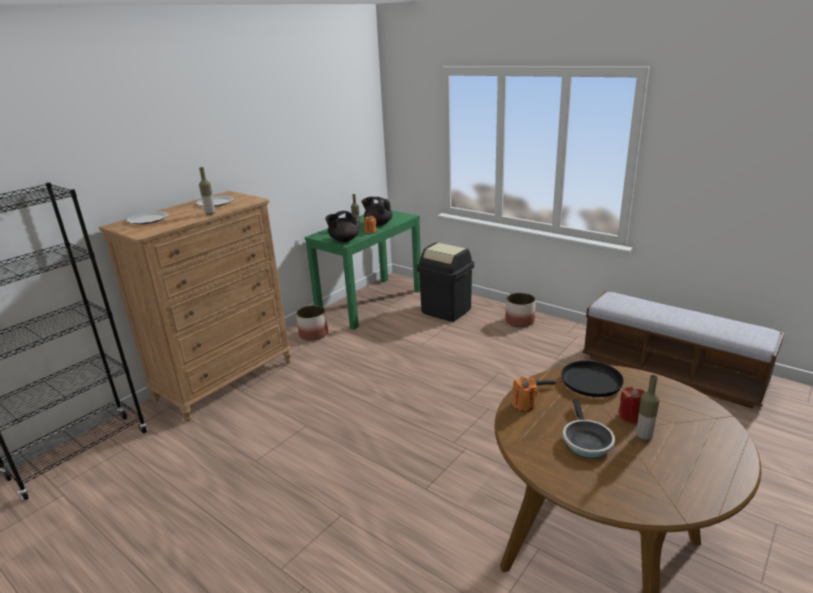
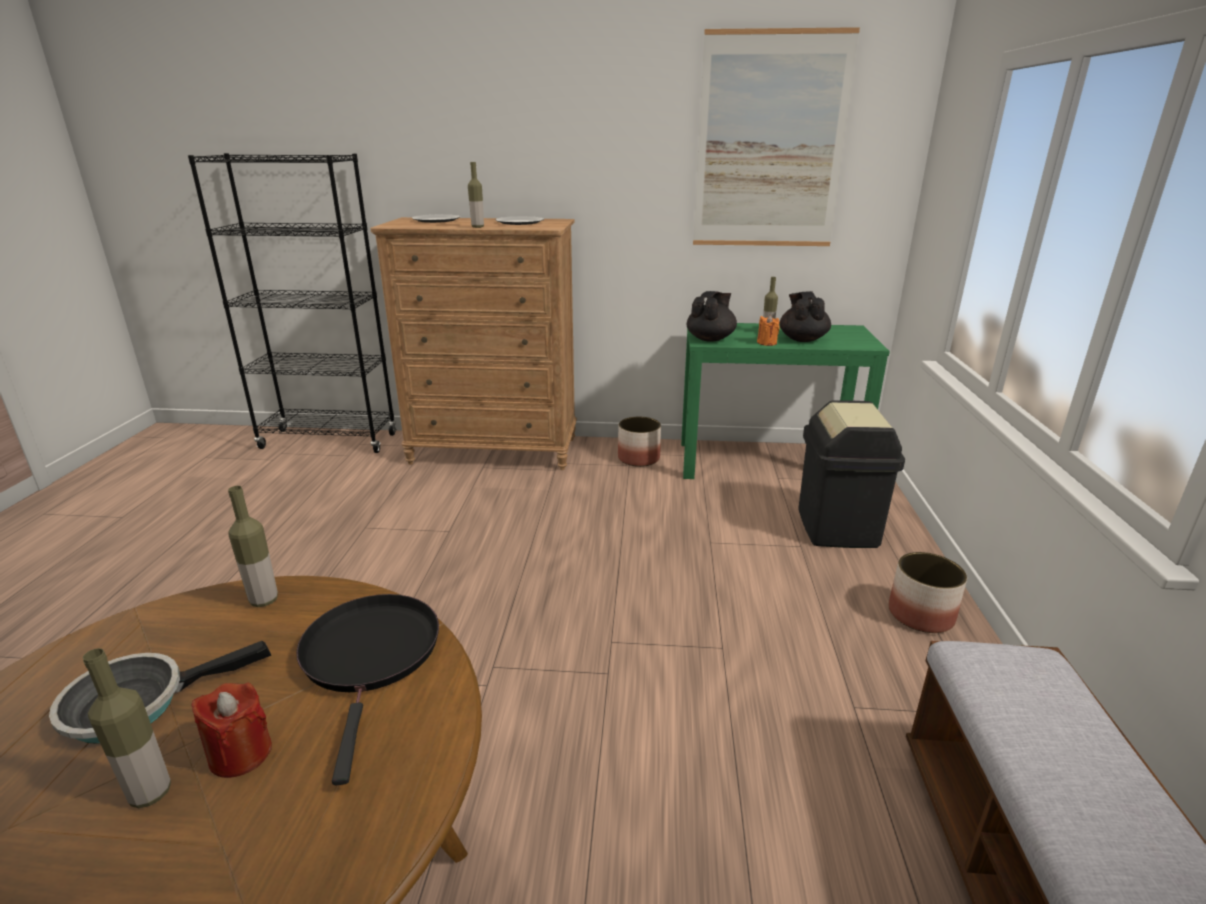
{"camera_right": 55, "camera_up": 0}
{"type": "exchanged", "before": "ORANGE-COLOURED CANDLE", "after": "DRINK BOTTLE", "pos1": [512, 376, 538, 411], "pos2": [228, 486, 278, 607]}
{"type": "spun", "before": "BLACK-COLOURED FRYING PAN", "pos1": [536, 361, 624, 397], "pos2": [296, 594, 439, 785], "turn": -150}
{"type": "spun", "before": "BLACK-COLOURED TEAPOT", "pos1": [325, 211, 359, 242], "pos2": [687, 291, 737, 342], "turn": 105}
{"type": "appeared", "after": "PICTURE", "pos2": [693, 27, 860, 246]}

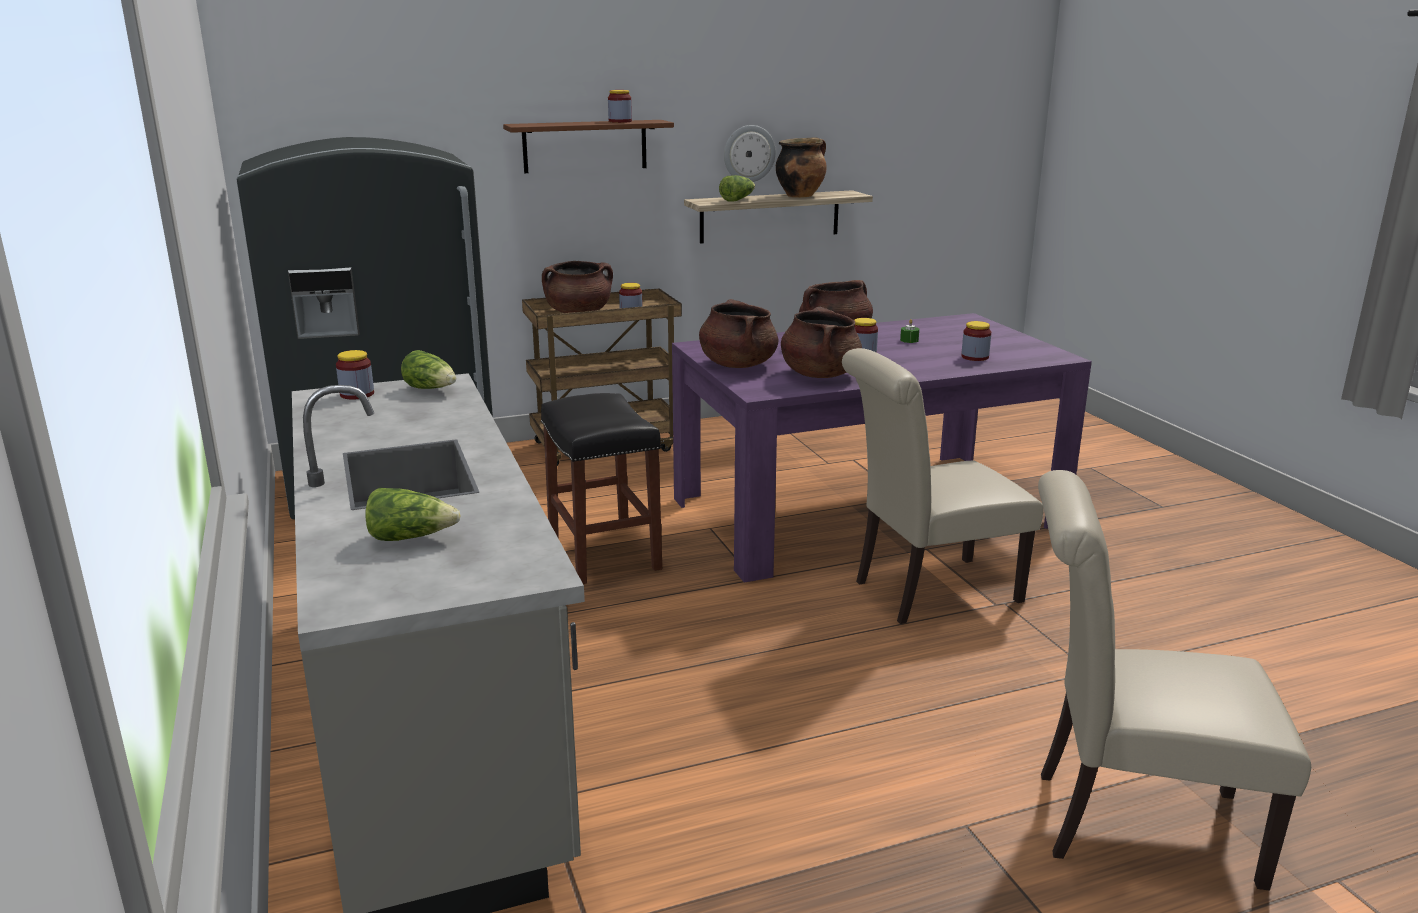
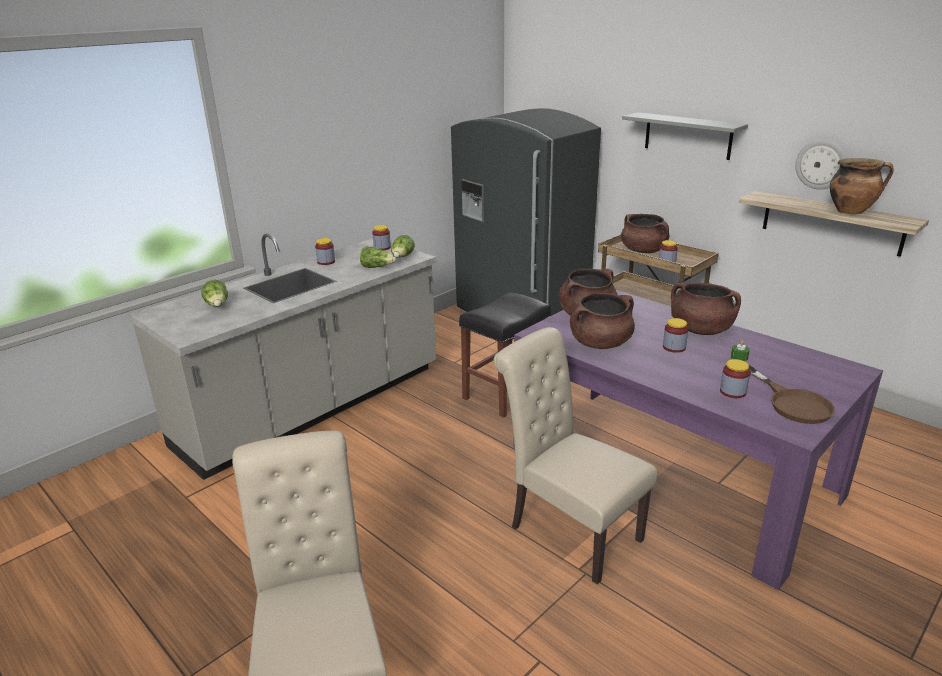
{"camera_right": 65, "camera_up": 5}
{"type": "relocated", "before": "PRESERVE JAR", "pos1": [608, 90, 632, 123], "pos2": [315, 238, 335, 265]}
{"type": "relocated", "before": "LETTUCE", "pos1": [719, 175, 755, 202], "pos2": [360, 247, 396, 268]}
{"type": "colour", "before": "BROWNISH BRACKET SHELF", "after": "GREYISH BRACKET SHELF", "pos1": [503, 120, 674, 173], "pos2": [622, 112, 748, 160]}
{"type": "appeared", "after": "BROWNISH FRYING PAN", "pos2": [749, 365, 835, 424]}

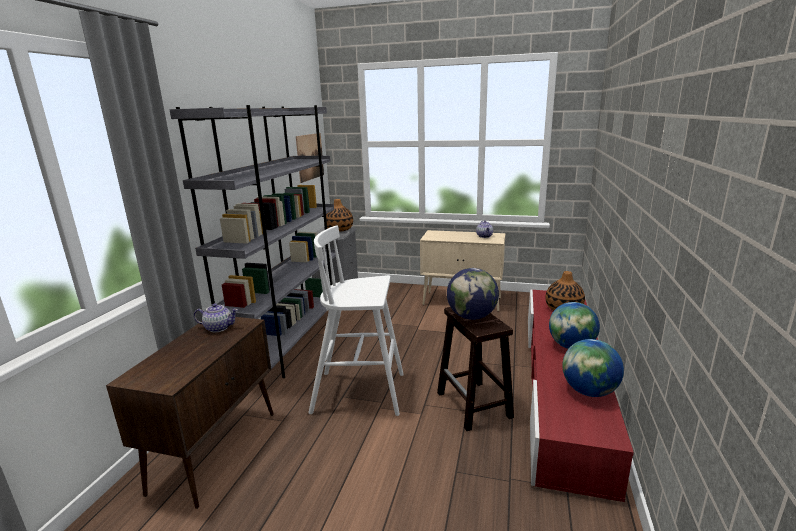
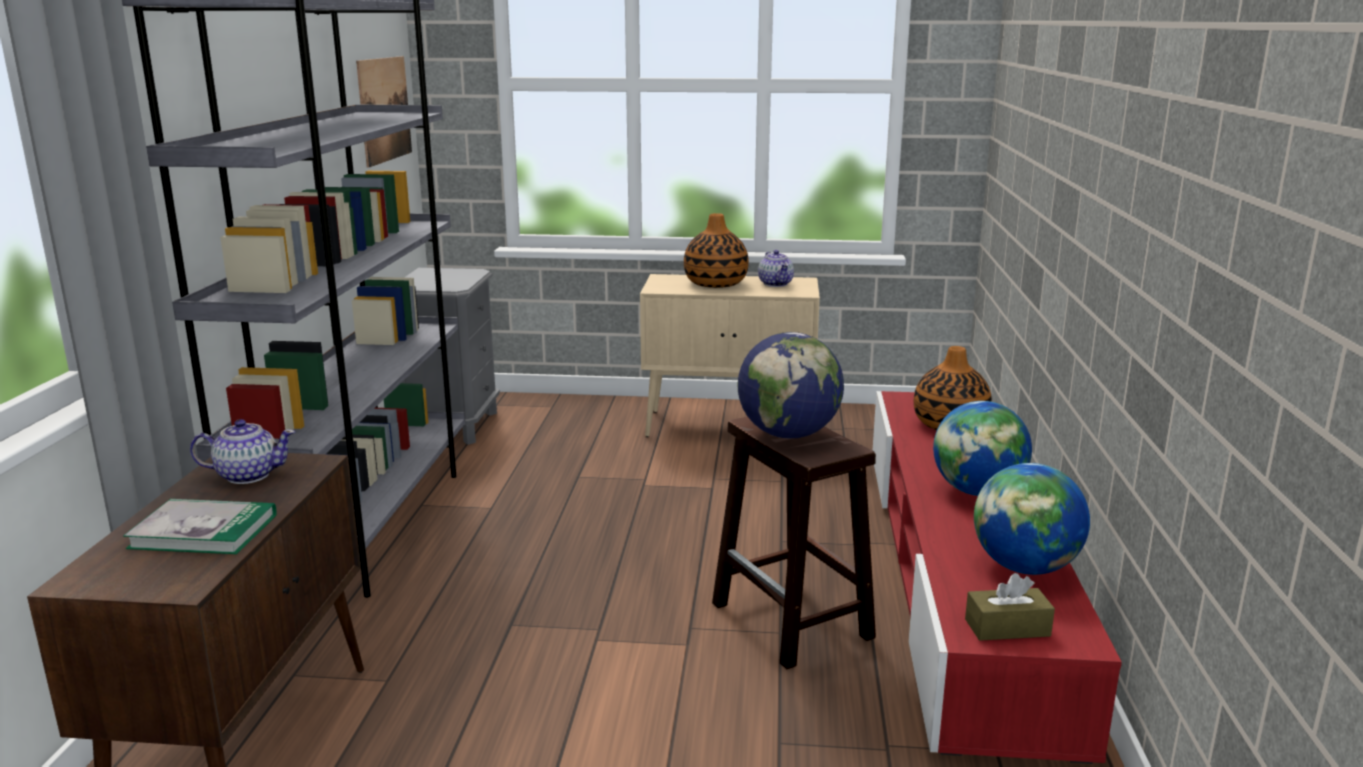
{"camera_right": -10, "camera_up": 0}
{"type": "appeared", "after": "BOUND BOOK", "pos2": [123, 499, 277, 554]}
{"type": "relocated", "before": "VASE", "pos1": [326, 199, 353, 232], "pos2": [684, 213, 749, 288]}
{"type": "appeared", "after": "BROWNISH TISSUE BOX", "pos2": [965, 573, 1055, 641]}
{"type": "missing", "before": "WHITE-COLOURED SITTING STOOL", "pos1": [308, 226, 404, 416]}

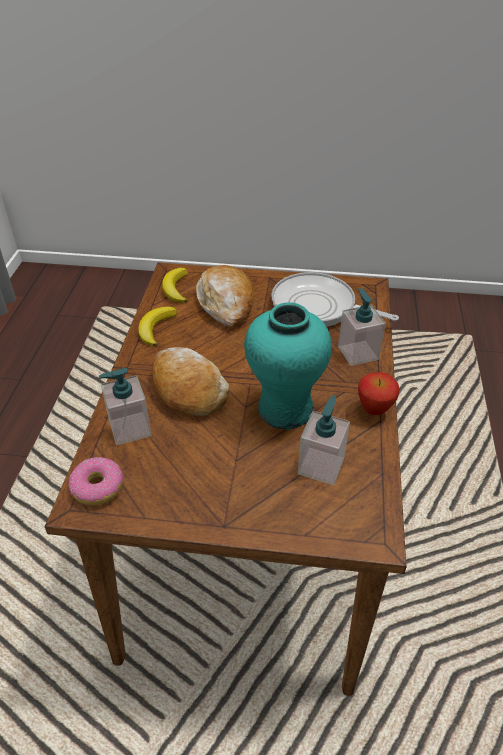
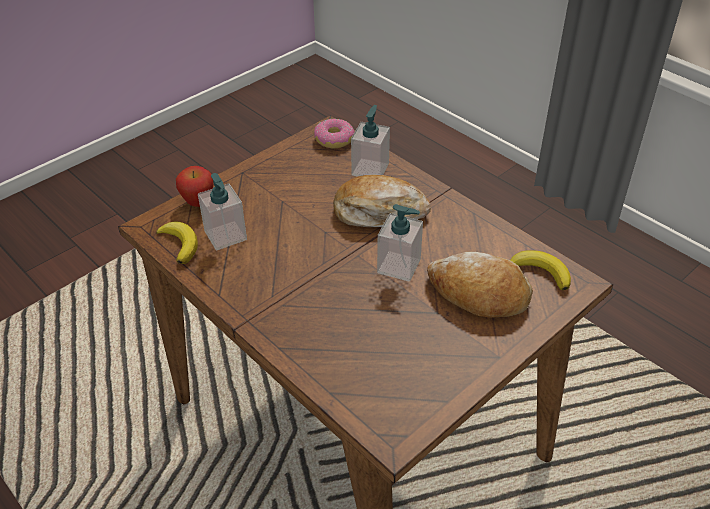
{"camera_right": 130, "camera_up": 0}
{"type": "relocated", "before": "WHOLE BANANA", "pos1": [138, 307, 177, 347], "pos2": [156, 221, 198, 264]}
{"type": "relocated", "before": "WHOLE APPLE", "pos1": [358, 372, 399, 415], "pos2": [176, 166, 213, 207]}
{"type": "relocated", "before": "SOAP BOTTLE", "pos1": [338, 288, 386, 366], "pos2": [377, 204, 423, 282]}
{"type": "missing", "before": "BLUE-GREEN VASE", "pos1": [244, 302, 332, 430]}
{"type": "missing", "before": "FRYING PAN", "pos1": [271, 272, 399, 327]}

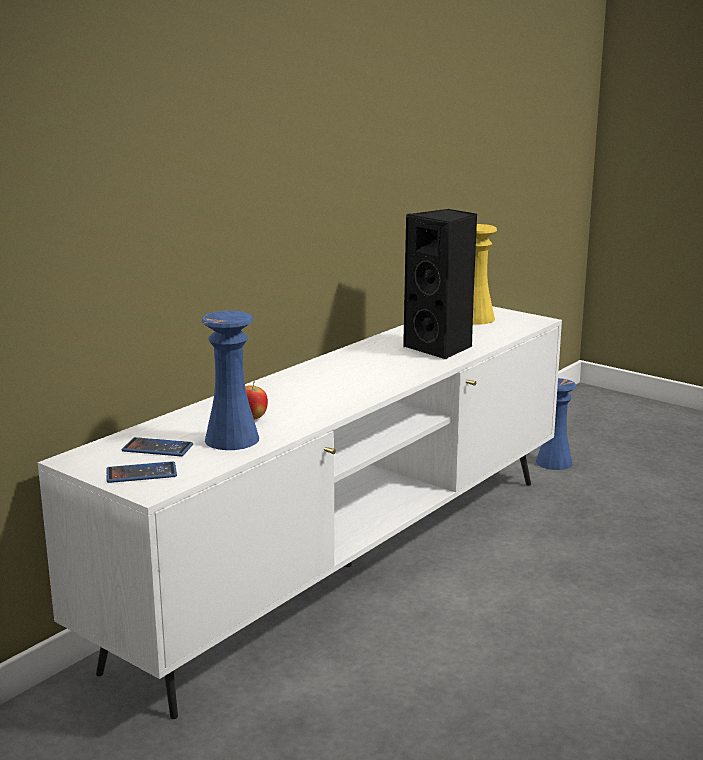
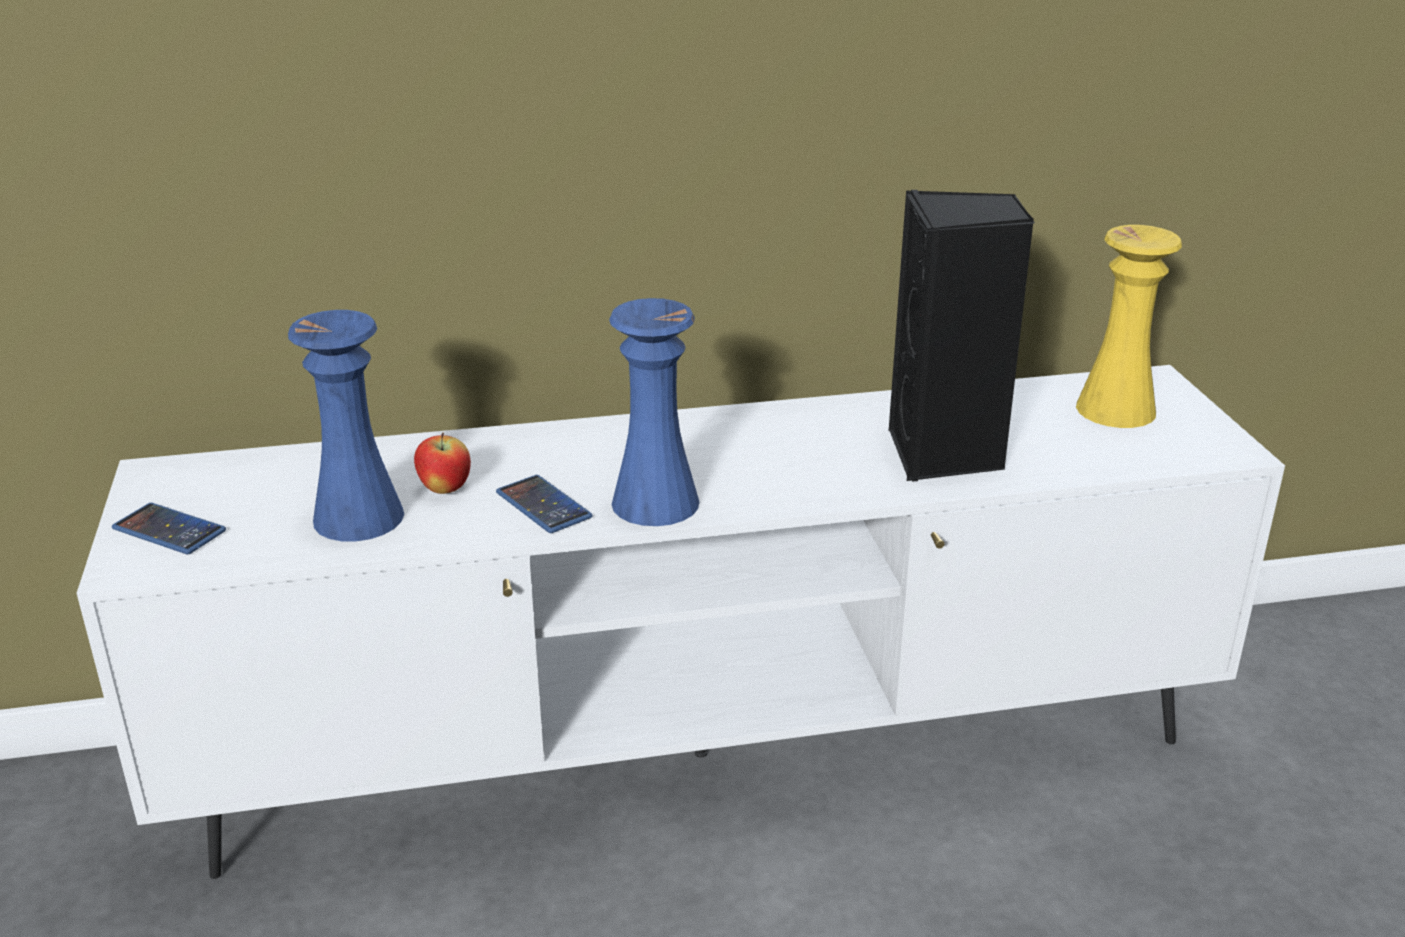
{"camera_right": 40, "camera_up": 10}
{"type": "relocated", "before": "PHONE", "pos1": [122, 437, 193, 456], "pos2": [496, 475, 593, 533]}
{"type": "relocated", "before": "BLUISH VASE", "pos1": [536, 378, 576, 470], "pos2": [609, 298, 699, 526]}

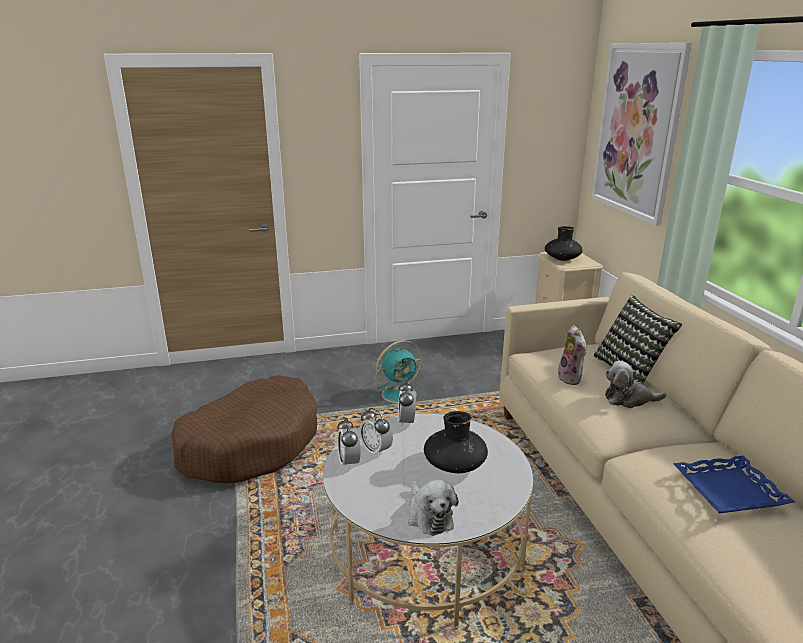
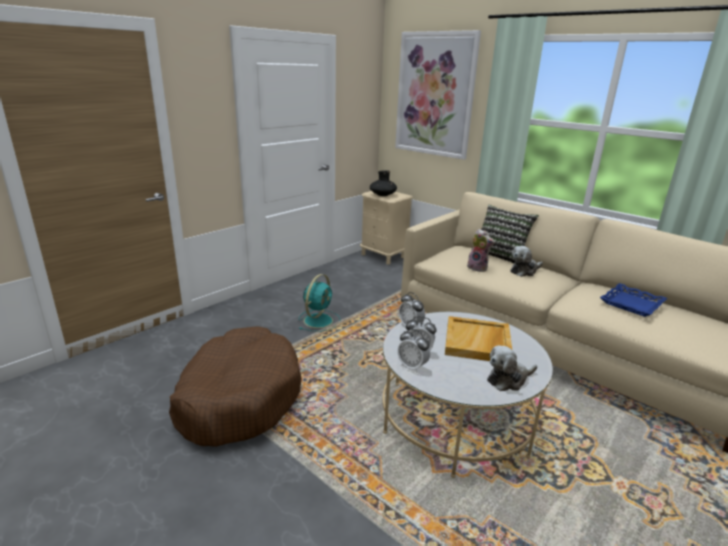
{"camera_right": -35, "camera_up": 0}
{"type": "exchanged", "before": "BLACK-COLOURED VASE", "after": "BEIGE-COLOURED SERVING TRAY", "pos1": [424, 411, 488, 473], "pos2": [445, 316, 512, 361]}
{"type": "spun", "before": "PLUSH TOY", "pos1": [408, 480, 458, 536], "pos2": [487, 345, 537, 391], "turn": 120}

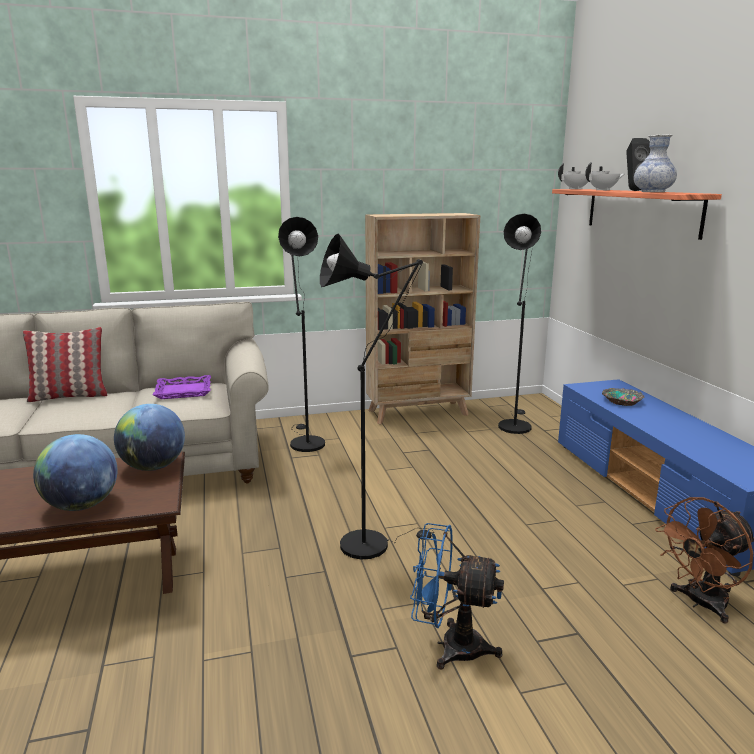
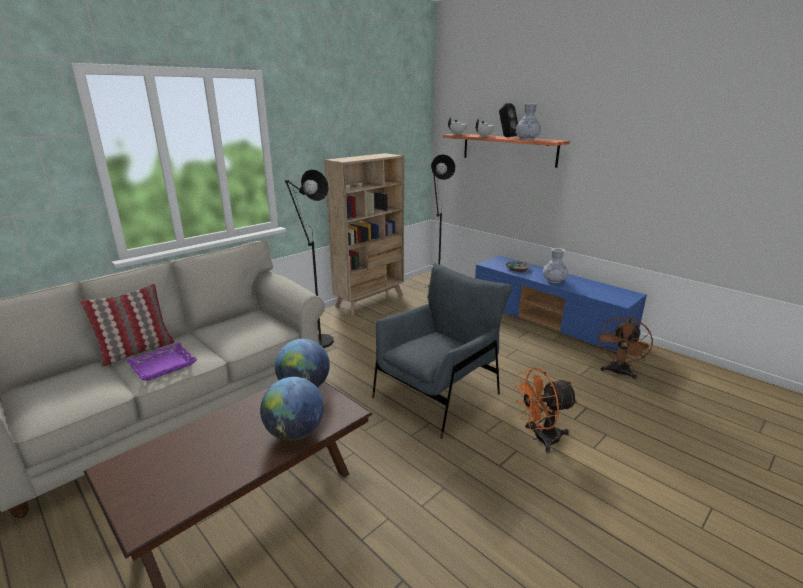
{"camera_right": -30, "camera_up": 5}
{"type": "relocated", "before": "PURPLE-COLOURED SERVING TRAY", "pos1": [153, 375, 211, 399], "pos2": [126, 343, 197, 381]}
{"type": "exchanged", "before": "BLACK-COLOURED STANDARD LAMP", "after": "GREYISH LOUNGE CHAIR", "pos1": [320, 233, 434, 559], "pos2": [372, 263, 513, 439]}
{"type": "colour", "before": "BLUISH COOLING FAN", "after": "ORANGE-COLOURED COOLING FAN", "pos1": [410, 523, 504, 669], "pos2": [514, 368, 578, 453]}
{"type": "appeared", "after": "VASE", "pos2": [543, 248, 568, 283]}

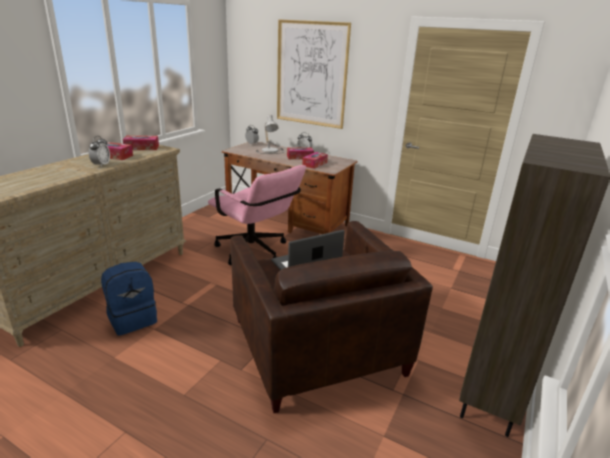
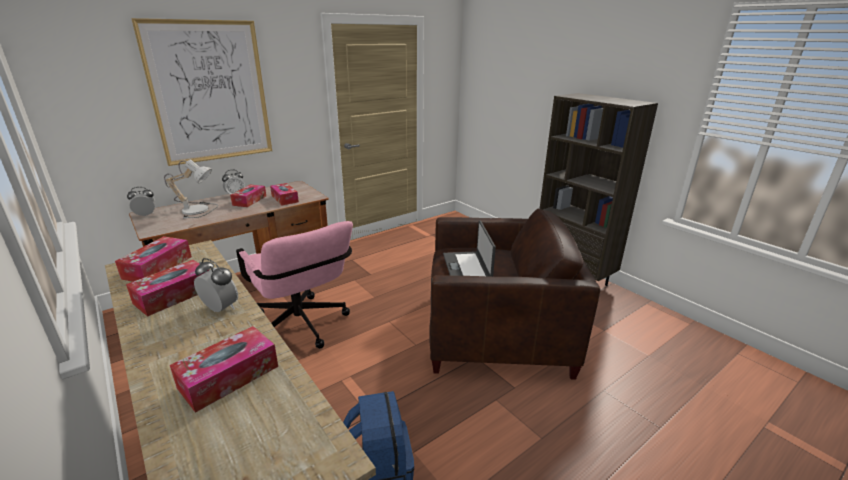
{"camera_right": -65, "camera_up": 0}
{"type": "appeared", "after": "TISSUE BOX", "pos2": [170, 326, 278, 413]}
{"type": "spun", "before": "PINK COMPUTER CHAIR", "pos1": [208, 165, 306, 266], "pos2": [236, 221, 353, 348], "turn": 75}

